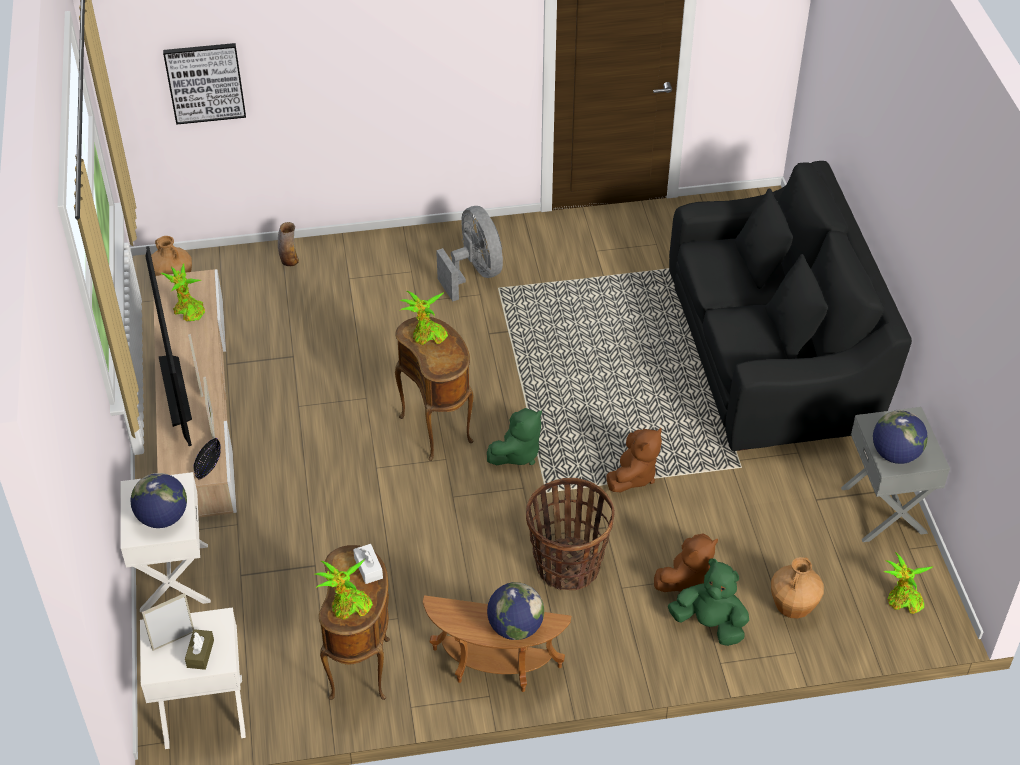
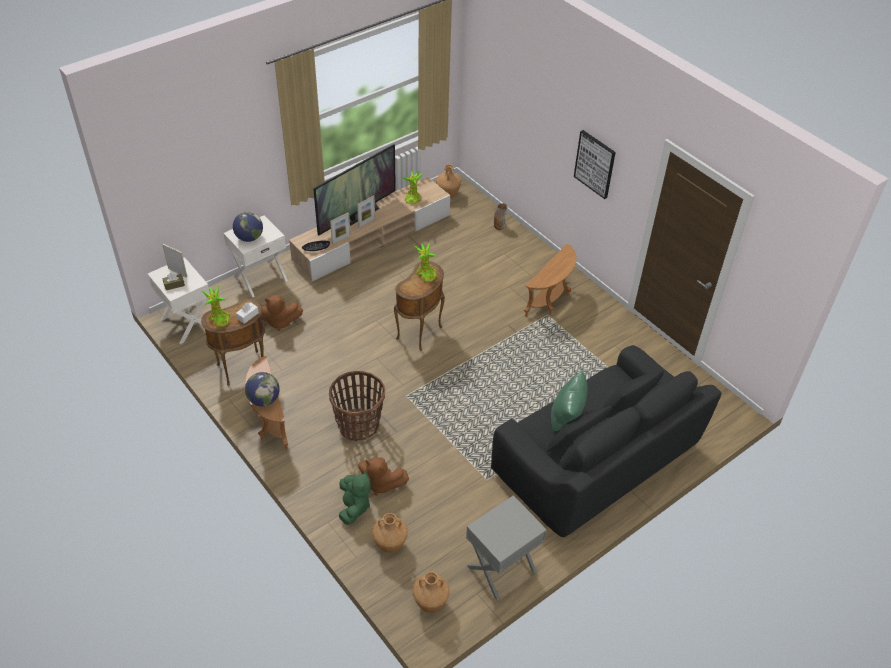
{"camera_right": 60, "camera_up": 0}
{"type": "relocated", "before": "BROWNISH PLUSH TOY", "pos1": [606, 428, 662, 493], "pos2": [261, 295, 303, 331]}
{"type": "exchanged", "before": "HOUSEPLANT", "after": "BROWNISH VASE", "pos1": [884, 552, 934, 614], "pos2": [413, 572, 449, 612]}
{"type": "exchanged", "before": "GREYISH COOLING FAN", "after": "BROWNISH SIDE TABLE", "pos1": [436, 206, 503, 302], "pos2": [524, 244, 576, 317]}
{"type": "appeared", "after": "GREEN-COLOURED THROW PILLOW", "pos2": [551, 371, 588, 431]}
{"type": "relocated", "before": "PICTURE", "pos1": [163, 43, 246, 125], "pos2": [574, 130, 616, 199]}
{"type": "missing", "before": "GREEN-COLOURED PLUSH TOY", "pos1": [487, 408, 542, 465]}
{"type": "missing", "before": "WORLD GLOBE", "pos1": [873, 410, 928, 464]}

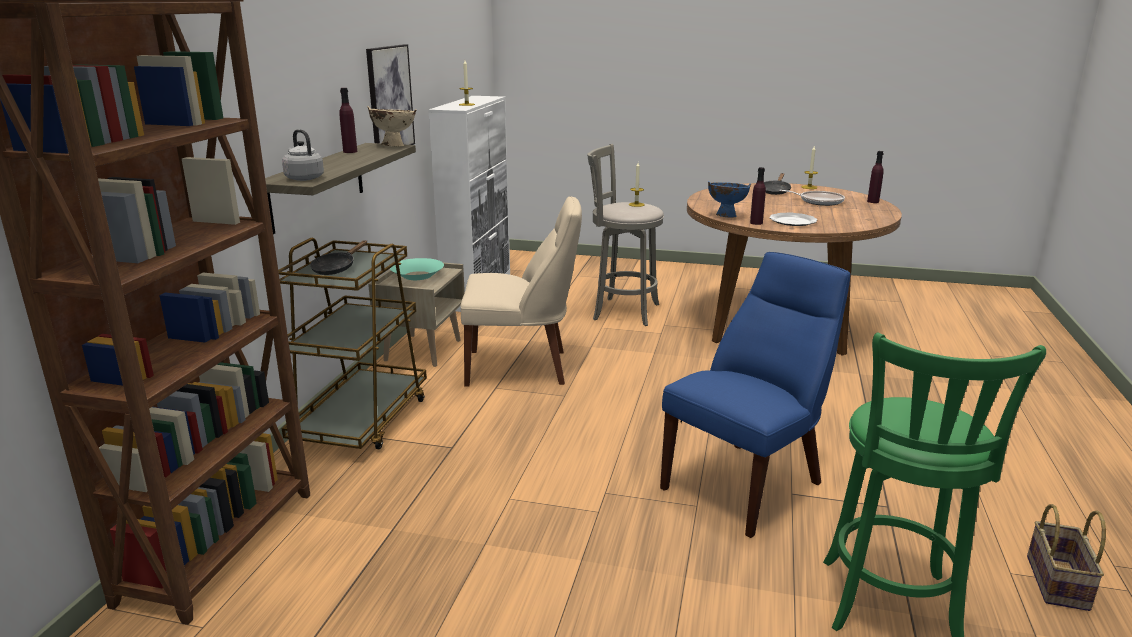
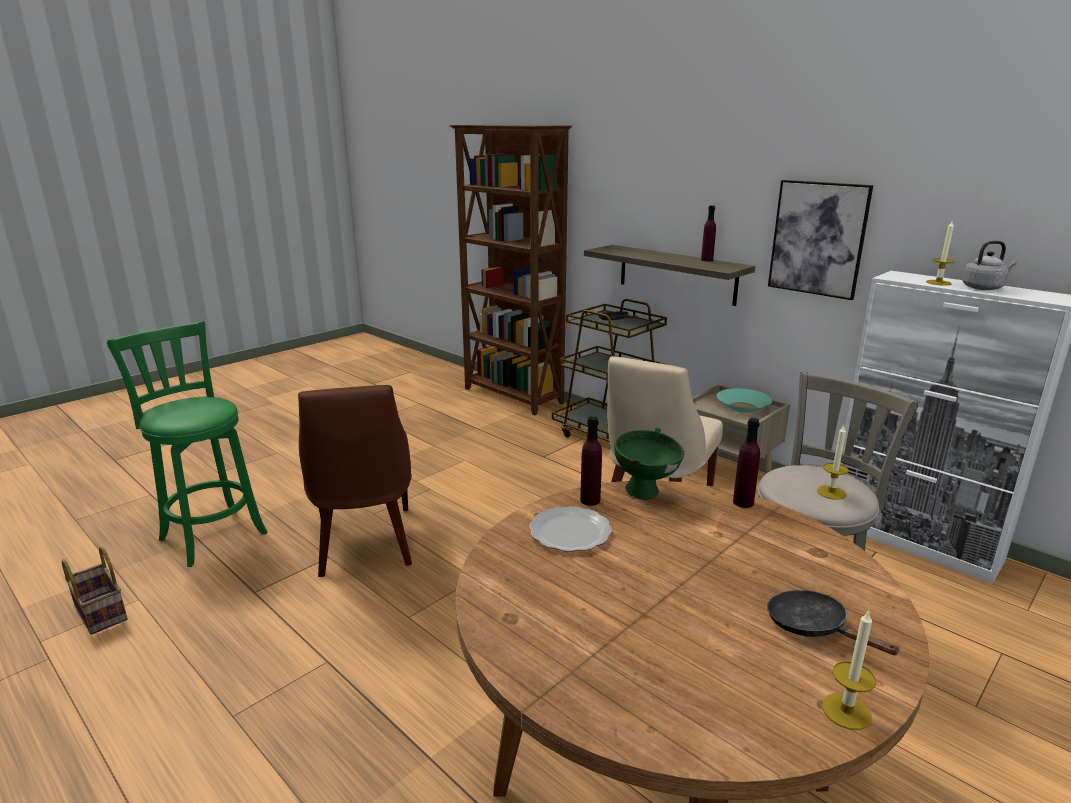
{"camera_right": 120, "camera_up": 0}
{"type": "colour", "before": "BLUISH CHAIR", "after": "BROWNISH CHAIR", "pos1": [660, 252, 850, 538], "pos2": [298, 385, 412, 577]}
{"type": "colour", "before": "BLUISH SERVING BOWL", "after": "GREEN-COLOURED SERVING BOWL", "pos1": [708, 181, 751, 218], "pos2": [614, 427, 684, 500]}
{"type": "relocated", "before": "PURPLE-COLOURED DRINK BOTTLE", "pos1": [867, 151, 884, 203], "pos2": [733, 418, 760, 508]}
{"type": "relocated", "before": "GREYISH TEA KETTLE", "pos1": [282, 129, 324, 181], "pos2": [962, 241, 1016, 290]}
{"type": "missing", "before": "BEIGE-COLOURED SERVING BOWL", "pos1": [367, 106, 417, 147]}
{"type": "missing", "before": "FRYING PAN", "pos1": [780, 190, 845, 206]}

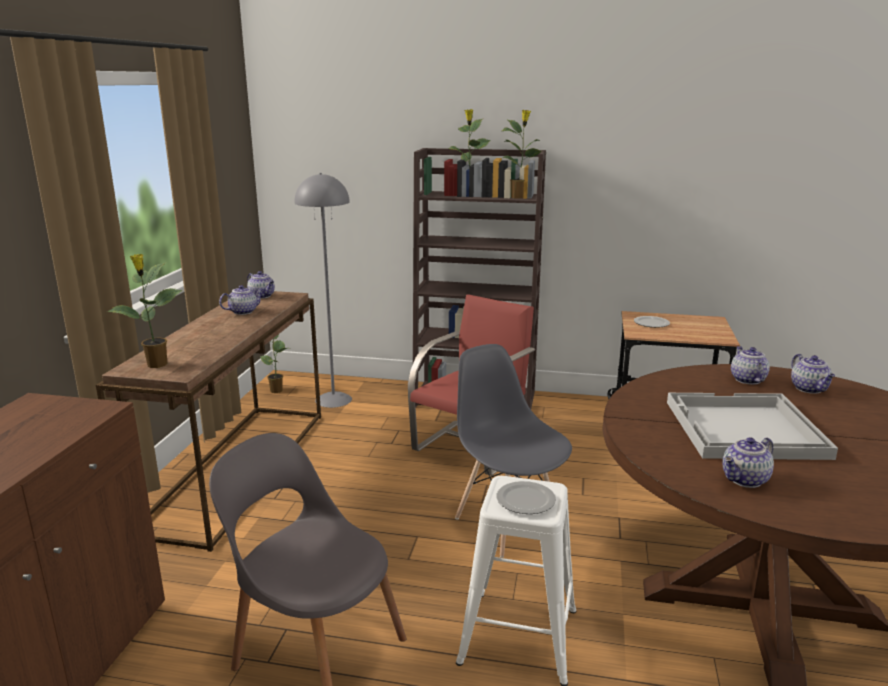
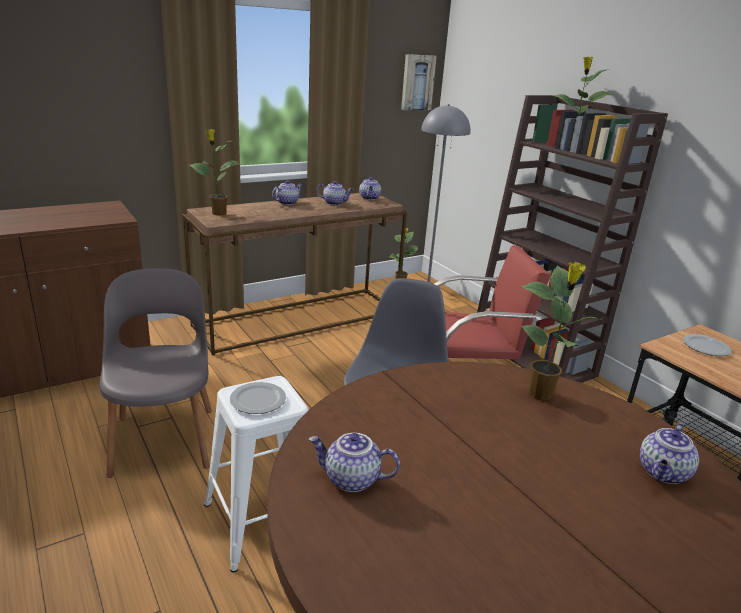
{"camera_right": 45, "camera_up": 5}
{"type": "relocated", "before": "TEAPOT", "pos1": [731, 346, 770, 384], "pos2": [272, 180, 302, 205]}
{"type": "appeared", "after": "PICTURE", "pos2": [401, 54, 437, 110]}
{"type": "relocated", "before": "HOUSEPLANT", "pos1": [502, 110, 541, 199], "pos2": [521, 262, 600, 401]}
{"type": "missing", "before": "WHITE-COLOURED SERVING TRAY", "pos1": [667, 393, 838, 460]}

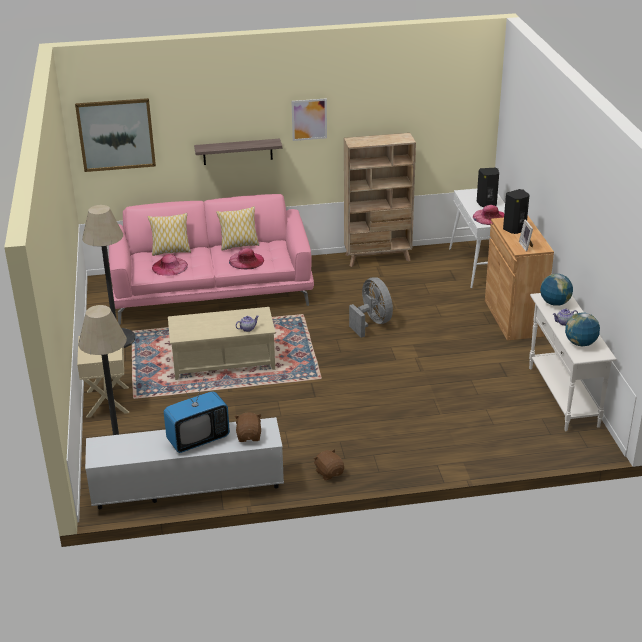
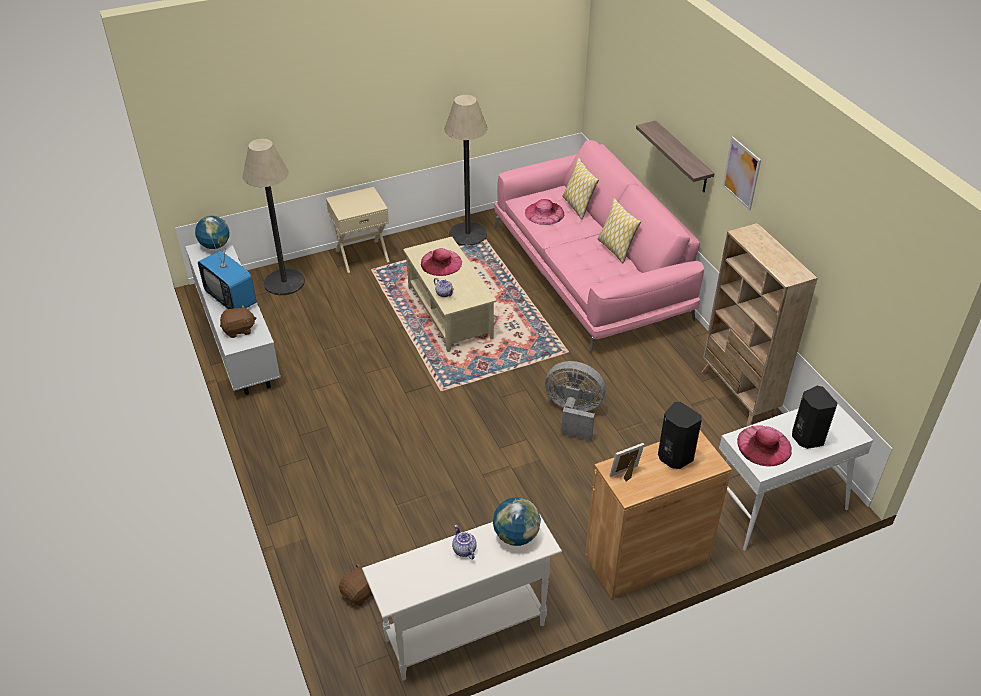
{"camera_right": 75, "camera_up": 10}
{"type": "relocated", "before": "WORLD GLOBE", "pos1": [565, 312, 600, 346], "pos2": [195, 216, 229, 249]}
{"type": "relocated", "before": "BROWNISH PLUSH TOY", "pos1": [313, 449, 344, 480], "pos2": [339, 563, 373, 606]}
{"type": "relocated", "before": "PINK CLOTHING HAT", "pos1": [229, 248, 264, 269], "pos2": [421, 248, 462, 276]}
{"type": "spun", "before": "GREYISH COOLING FAN", "pos1": [349, 277, 393, 338], "pos2": [545, 361, 605, 440], "turn": -120}
{"type": "missing", "before": "PICTURE", "pos1": [75, 98, 156, 172]}

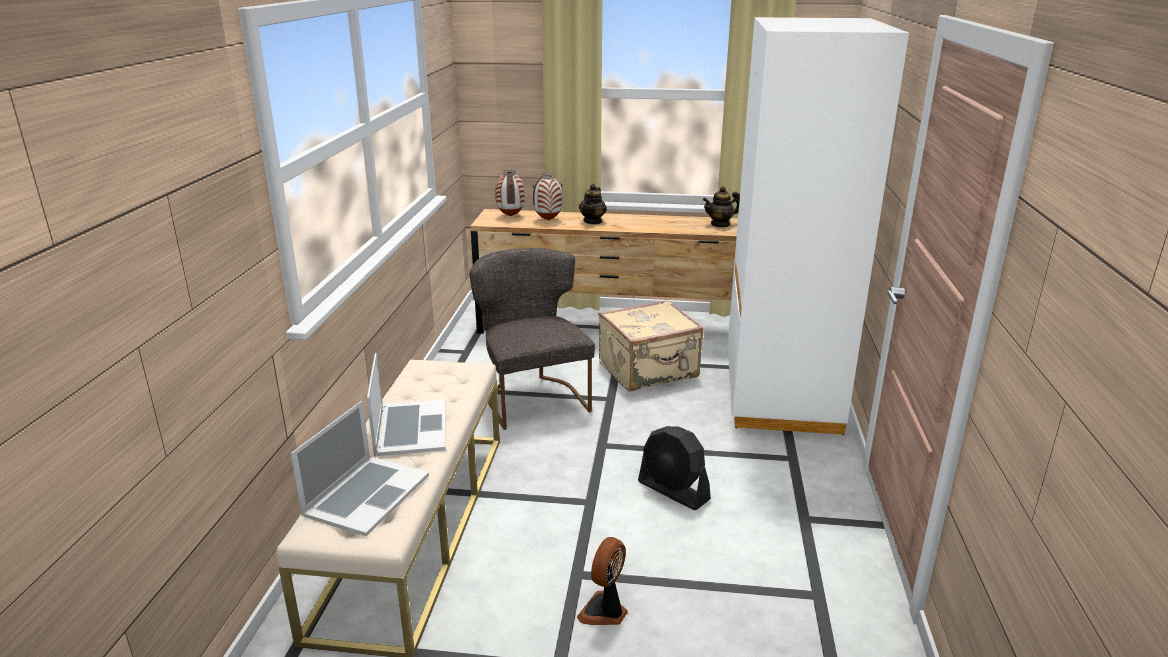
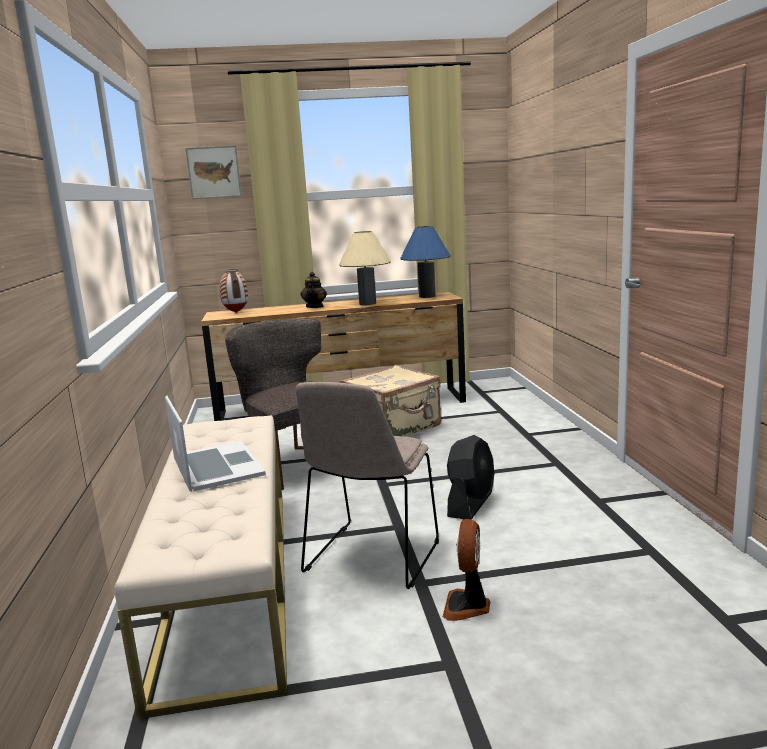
{"camera_right": -15, "camera_up": -10}
{"type": "appeared", "after": "PICTURE", "pos2": [185, 145, 242, 199]}
{"type": "appeared", "after": "BEIGE-COLOURED CHAIR", "pos2": [296, 382, 439, 589]}
{"type": "appeared", "after": "BEIGE-COLOURED TABLE LAMP", "pos2": [339, 231, 391, 305]}
{"type": "exchanged", "before": "TEAPOT", "after": "BLUISH TABLE LAMP", "pos1": [703, 186, 740, 227], "pos2": [400, 226, 451, 298]}
{"type": "spun", "before": "BLACK-COLOURED COOLING FAN", "pos1": [638, 426, 711, 510], "pos2": [447, 435, 495, 520], "turn": -90}
{"type": "missing", "before": "PORTABLE COMPUTER", "pos1": [290, 401, 429, 536]}
{"type": "missing", "before": "VASE", "pos1": [533, 173, 563, 220]}
{"type": "missing", "before": "WHITE-COLOURED ARMOIRE", "pos1": [727, 17, 909, 435]}

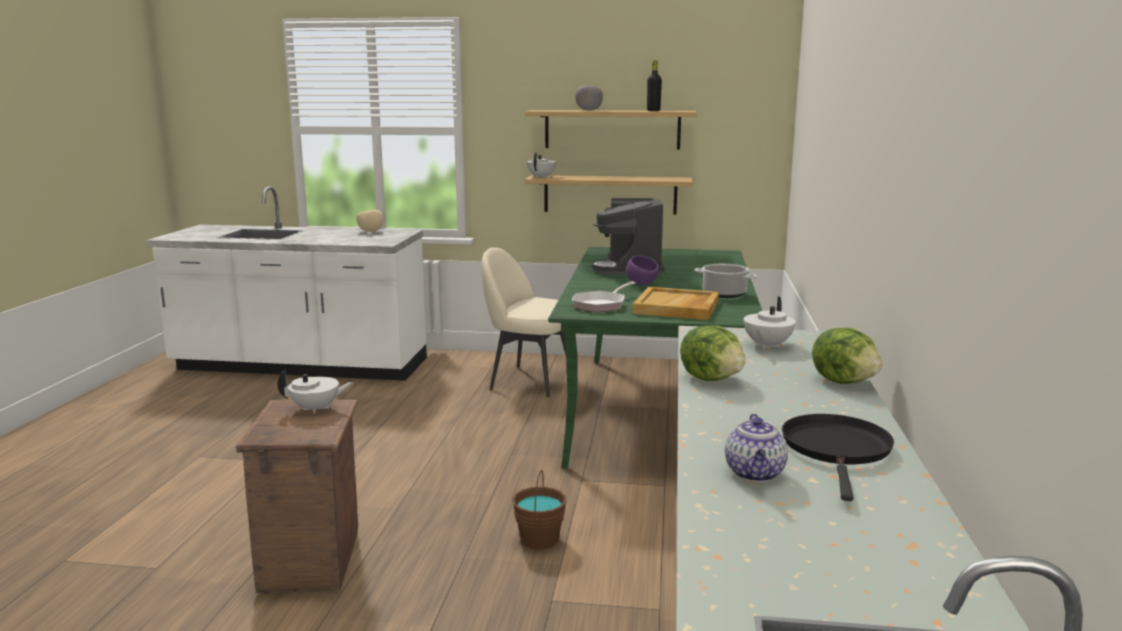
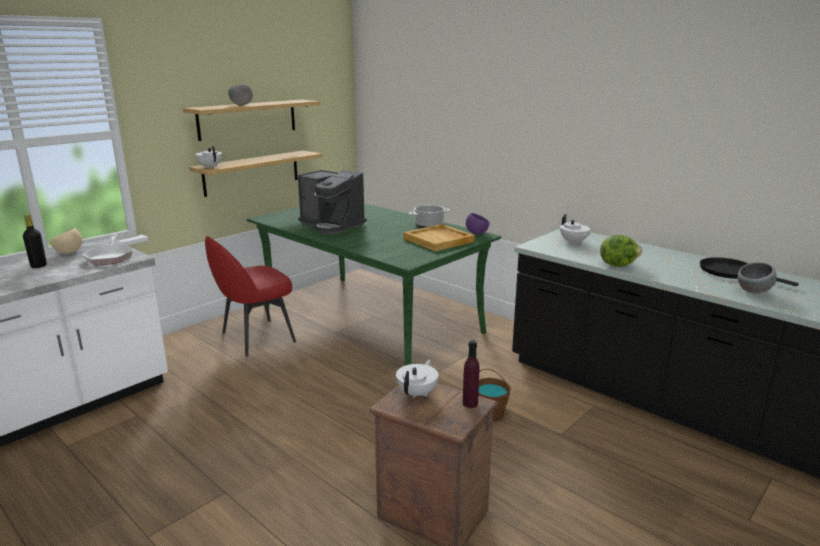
{"camera_right": -55, "camera_up": 5}
{"type": "relocated", "before": "BLACK-COLOURED DRINK BOTTLE", "pos1": [647, 60, 662, 111], "pos2": [23, 214, 47, 268]}
{"type": "relocated", "before": "FRYING PAN", "pos1": [572, 282, 636, 312], "pos2": [82, 234, 133, 266]}
{"type": "colour", "before": "BEIGE-COLOURED CHAIR", "after": "REDDISH CHAIR", "pos1": [482, 247, 566, 397], "pos2": [205, 236, 296, 357]}
{"type": "appeared", "after": "PURPLE-COLOURED DRINK BOTTLE", "pos2": [463, 340, 480, 408]}
{"type": "relocated", "before": "PURPLE-COLOURED SERVING BOWL", "pos1": [626, 255, 659, 285], "pos2": [466, 213, 490, 234]}
{"type": "exchanged", "before": "TEAPOT", "after": "GREYISH SERVING BOWL", "pos1": [725, 414, 788, 482], "pos2": [738, 262, 777, 294]}
{"type": "missing", "before": "LETTUCE", "pos1": [812, 328, 882, 384]}

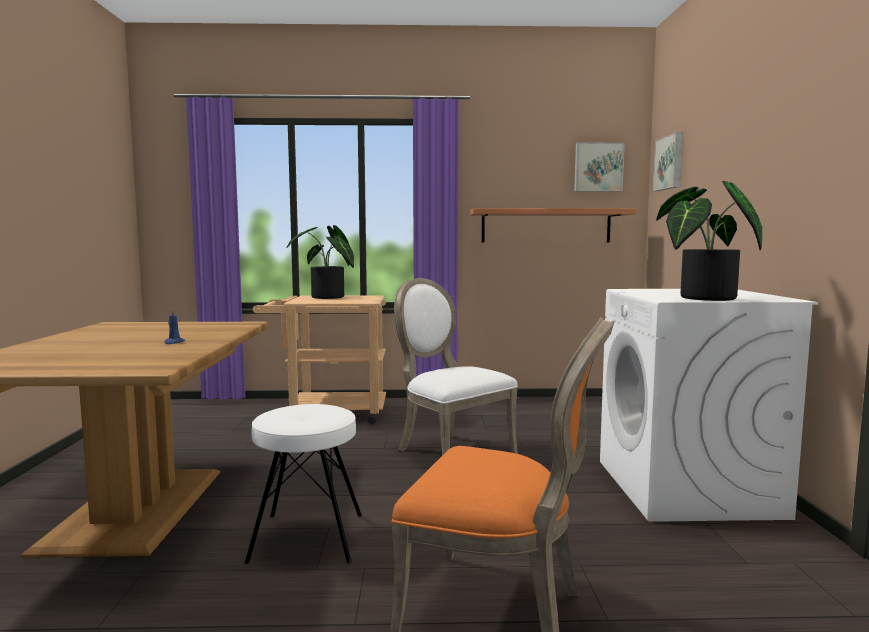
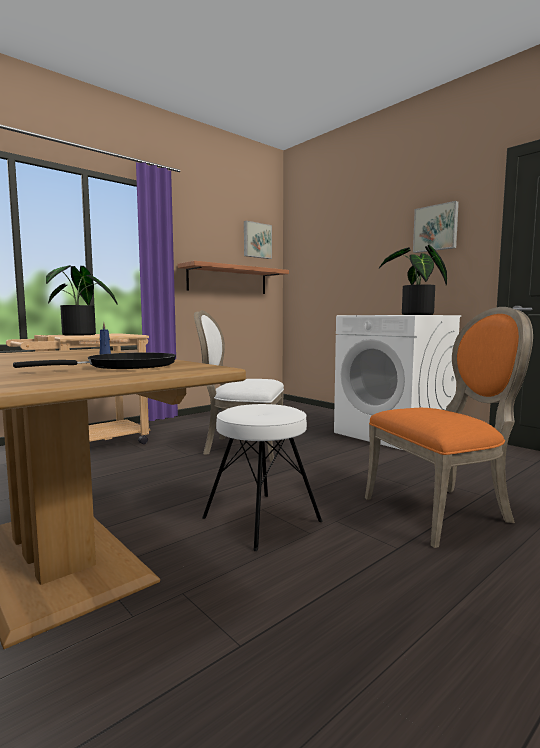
{"camera_right": -40, "camera_up": 0}
{"type": "appeared", "after": "BLACK-COLOURED FRYING PAN", "pos2": [13, 353, 176, 369]}
{"type": "relocated", "before": "PICTURE", "pos1": [653, 132, 683, 191], "pos2": [413, 201, 459, 253]}

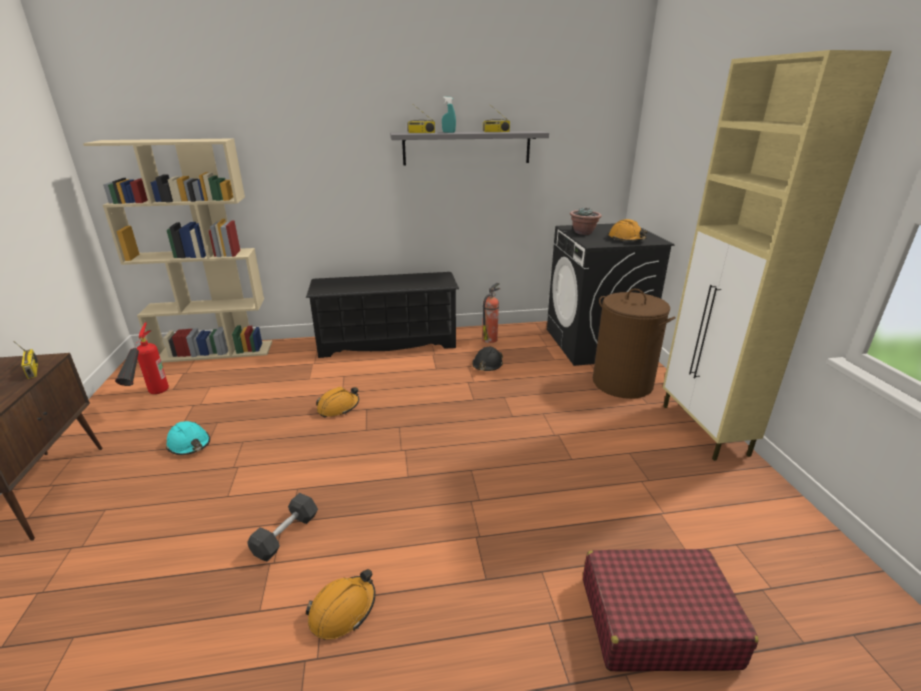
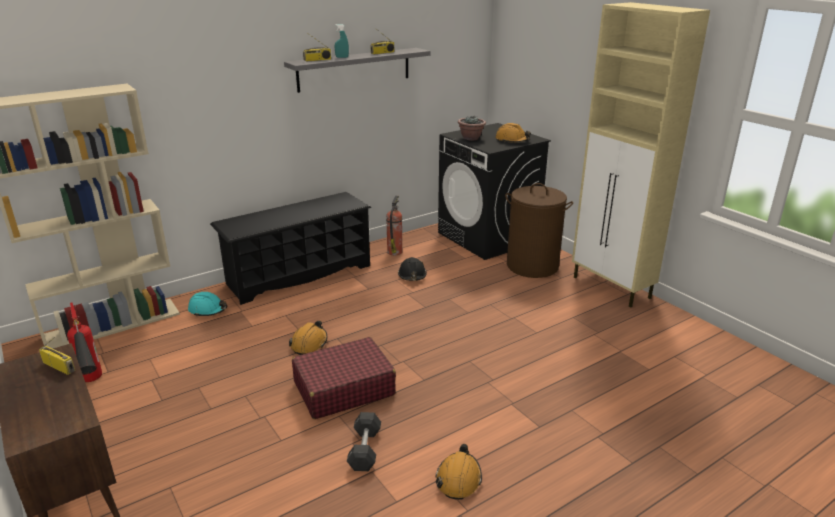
{"camera_right": -25, "camera_up": 0}
{"type": "relocated", "before": "BLUE-GREEN SAFETY HELMET", "pos1": [166, 421, 210, 455], "pos2": [188, 292, 227, 316]}
{"type": "relocated", "before": "REDDISH TRAVEL CASE", "pos1": [583, 549, 758, 672], "pos2": [292, 337, 396, 419]}

